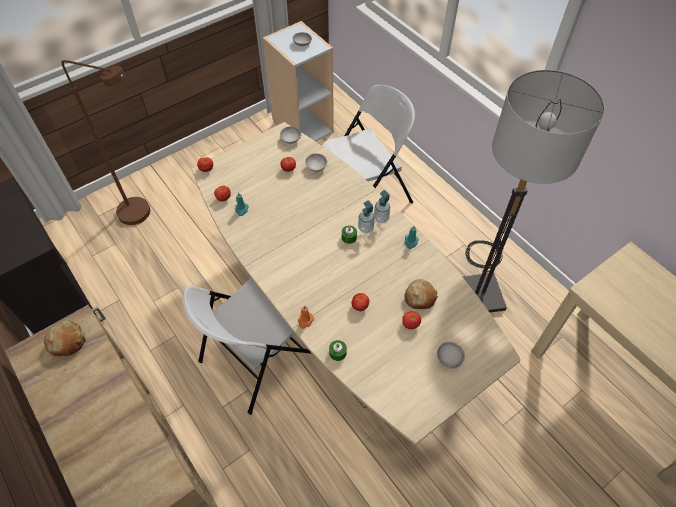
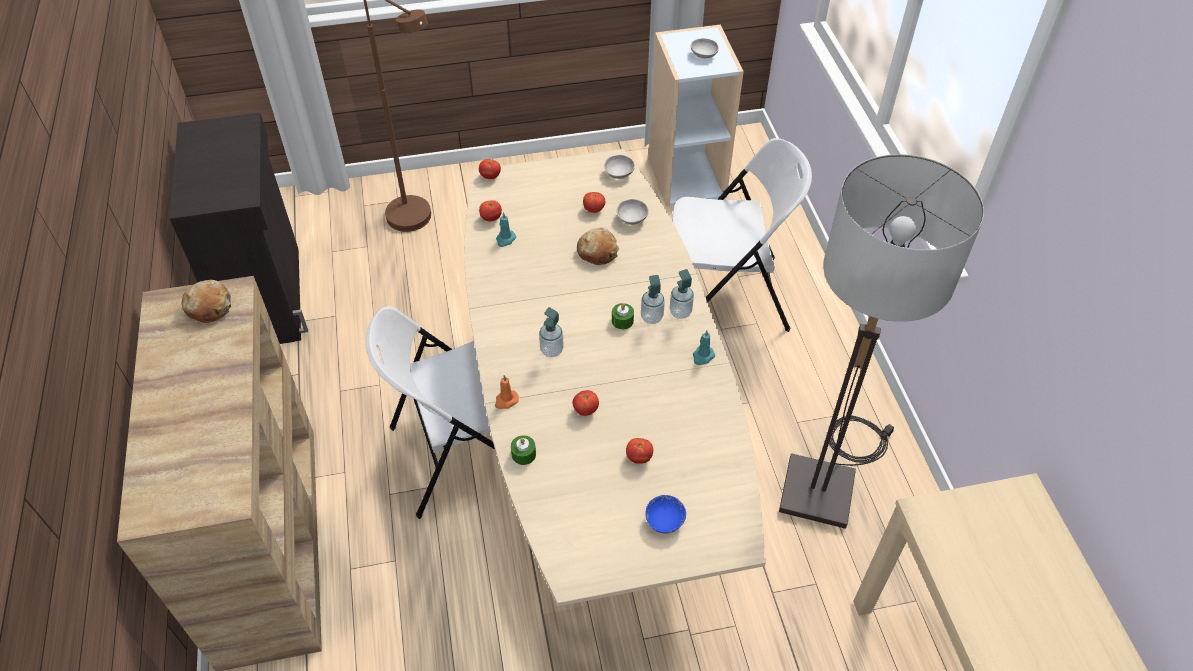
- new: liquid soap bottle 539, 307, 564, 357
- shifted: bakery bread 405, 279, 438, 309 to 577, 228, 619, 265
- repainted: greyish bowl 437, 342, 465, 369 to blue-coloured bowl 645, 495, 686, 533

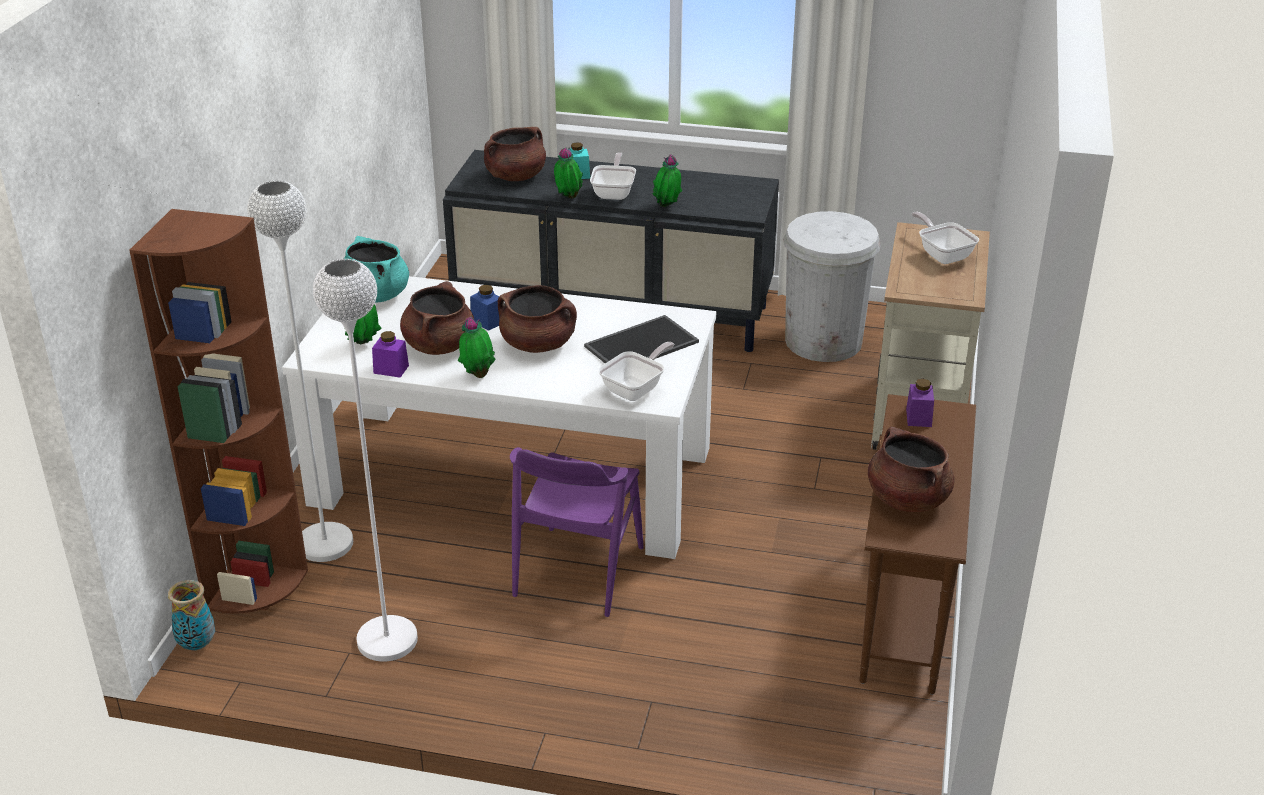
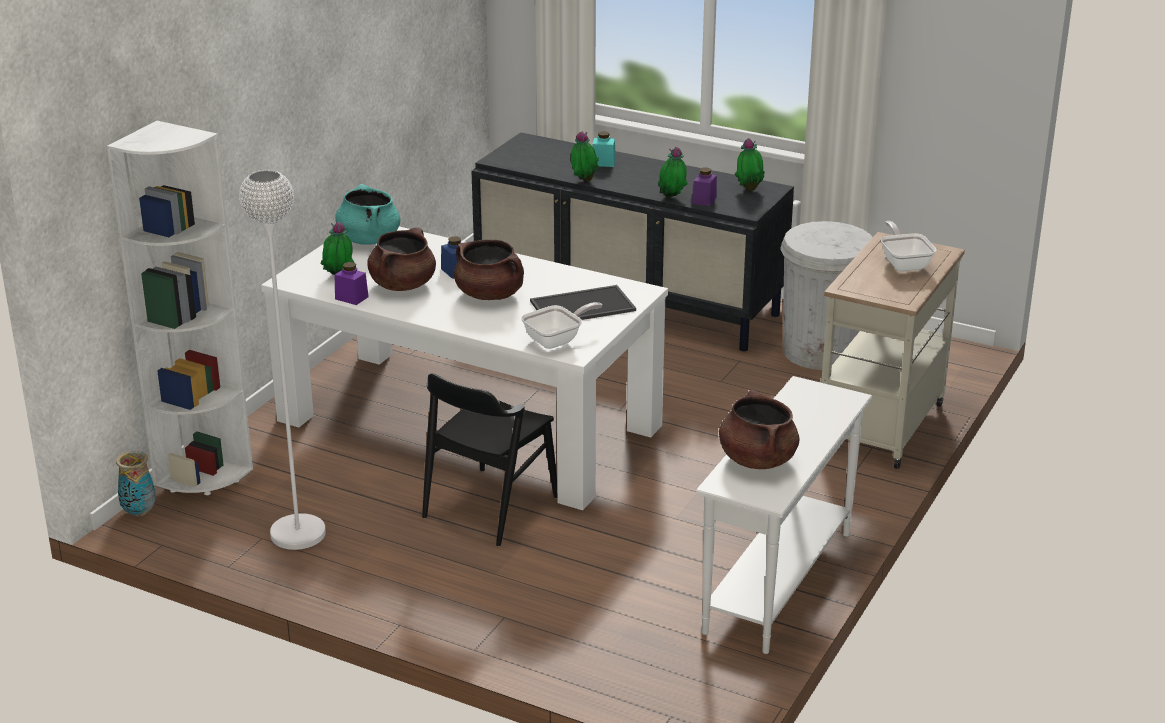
- gone: whitish standing lamp 247, 180, 353, 562
- gone: brown-coloured stockpot 484, 127, 546, 181
- gone: frying pan 590, 152, 636, 200
- shifted: plant in a pot 458, 317, 496, 378 to 735, 138, 765, 191
- shifted: purple-coloured storage jar 906, 379, 934, 427 to 692, 168, 717, 206
- repainted: brown-coloured shelving unit 129, 209, 308, 614 to whitish shelving unit 107, 121, 253, 495
- repainted: purple-coloured chair 510, 447, 644, 617 to blackish chair 422, 373, 557, 546
- repainted: brown-coloured narrow table 859, 394, 976, 695 to whitish narrow table 695, 376, 872, 654

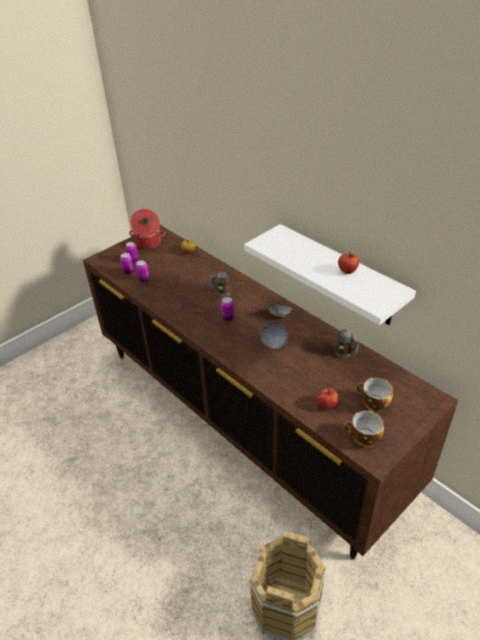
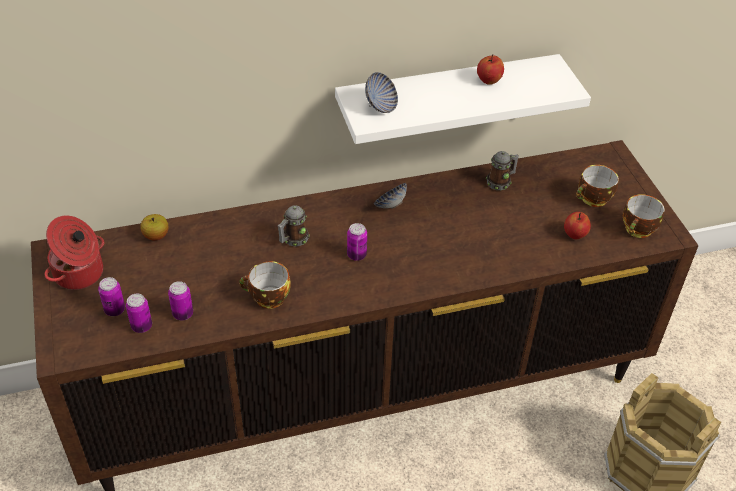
- new: cup 239, 261, 291, 309
- shifted: bowl 260, 322, 288, 349 to 365, 72, 398, 113

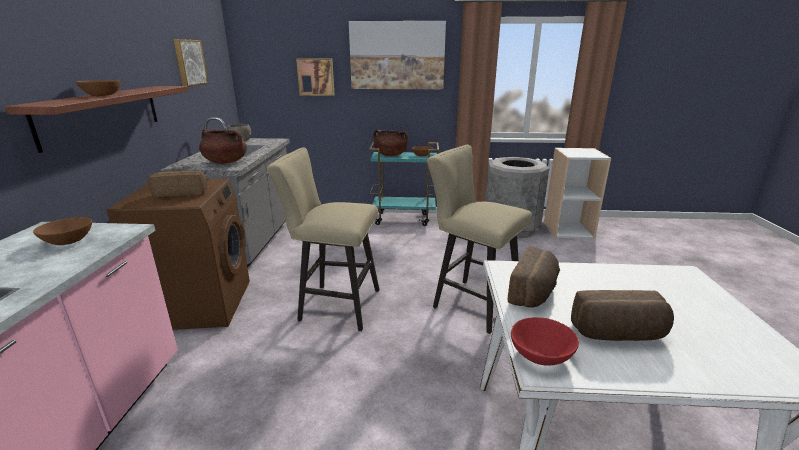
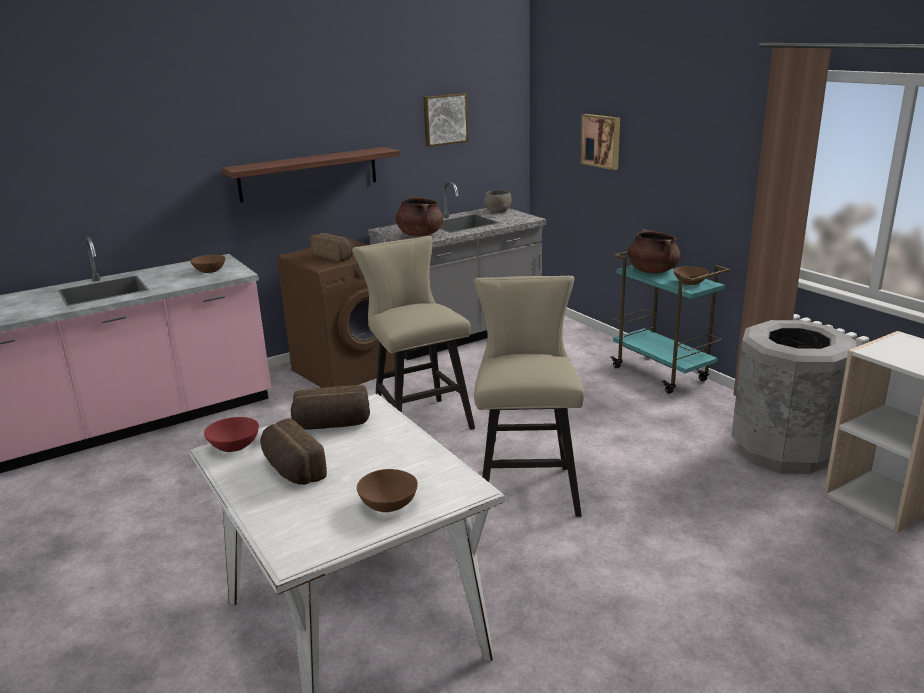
- gone: wall picture 349, 21, 446, 89
- shifted: brown-coloured bowl 76, 80, 120, 96 to 357, 469, 418, 512

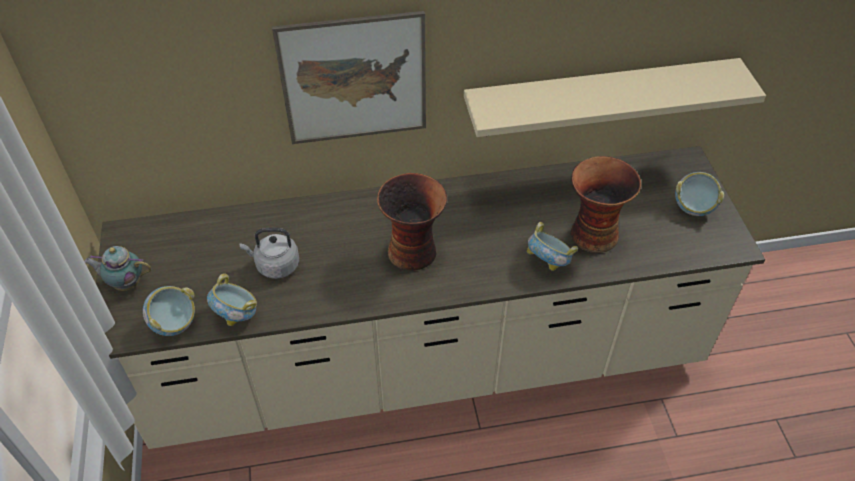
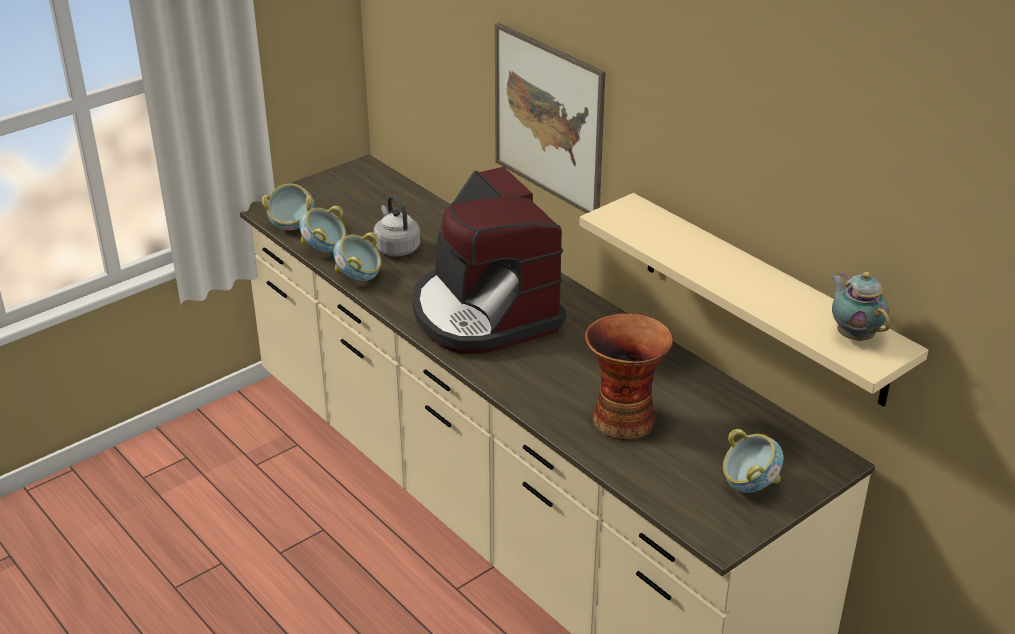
- shifted: teapot 84, 246, 151, 291 to 831, 272, 890, 341
- shifted: bowl 527, 222, 578, 271 to 333, 232, 381, 281
- swapped: flower vase 377, 173, 447, 270 to coffee maker 412, 167, 566, 354

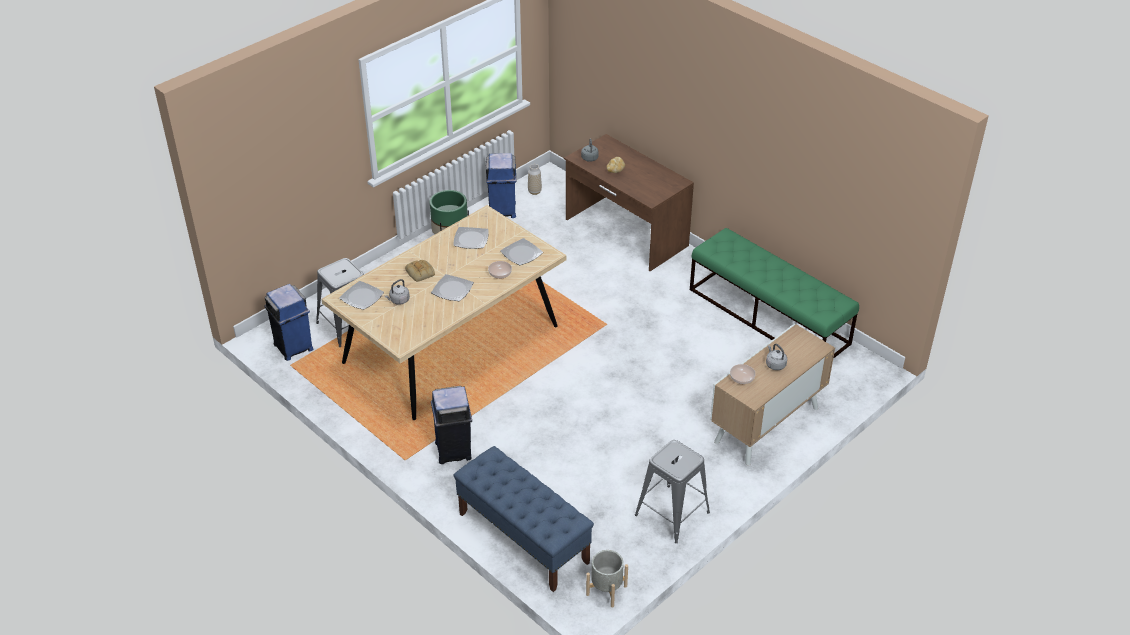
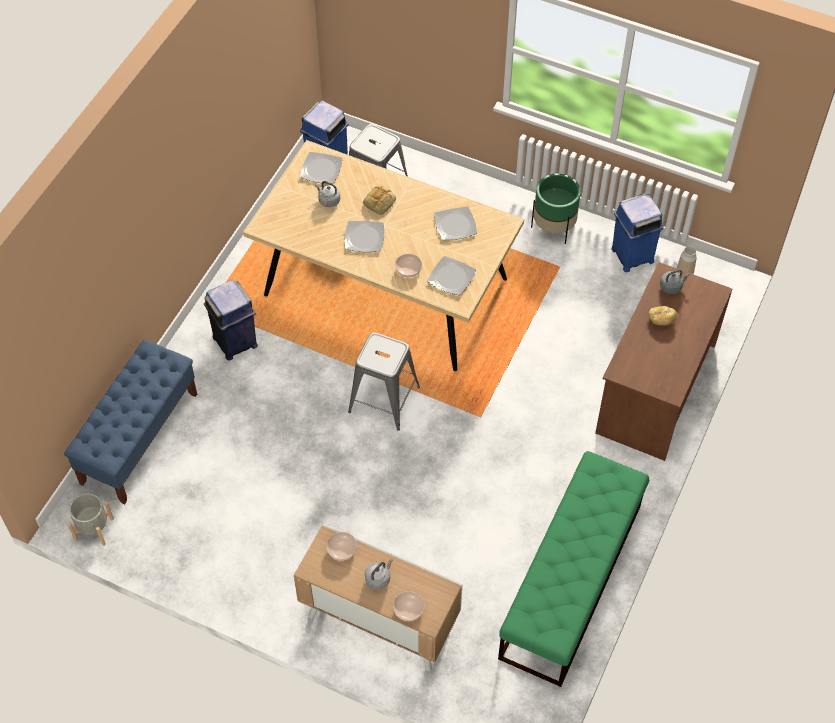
- new: bowl 393, 591, 425, 621
- shifted: greyish stool seat 635, 440, 710, 543 to 348, 333, 420, 431

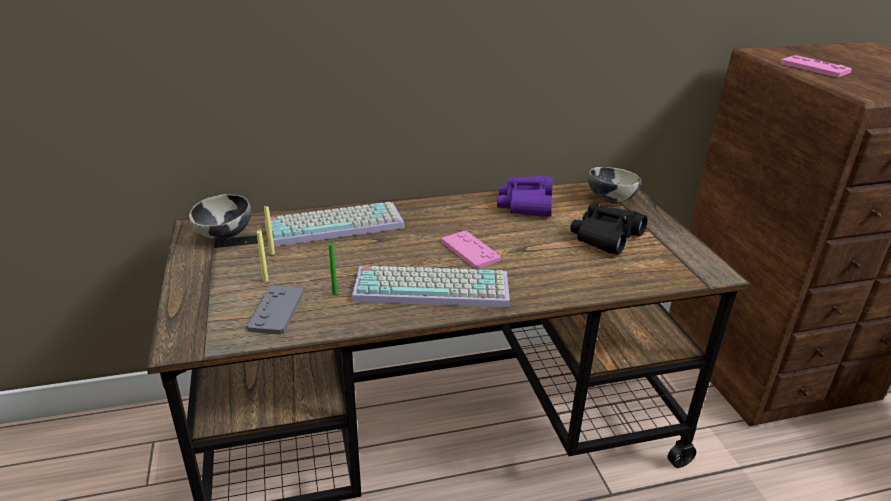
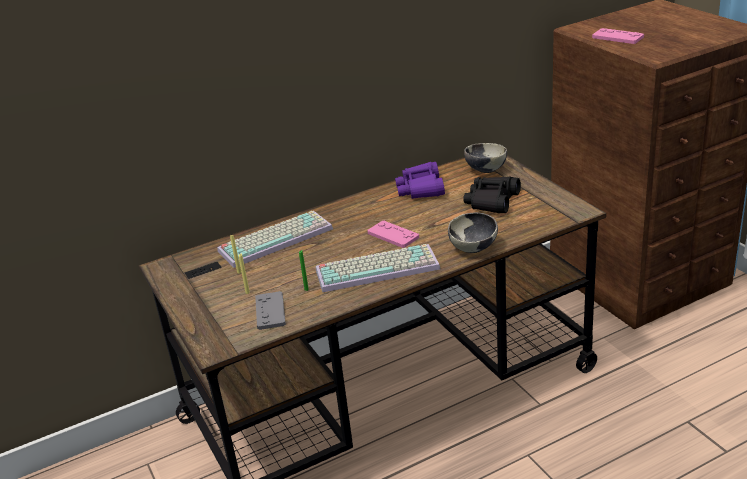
- shifted: bowl 189, 194, 251, 241 to 448, 212, 498, 253

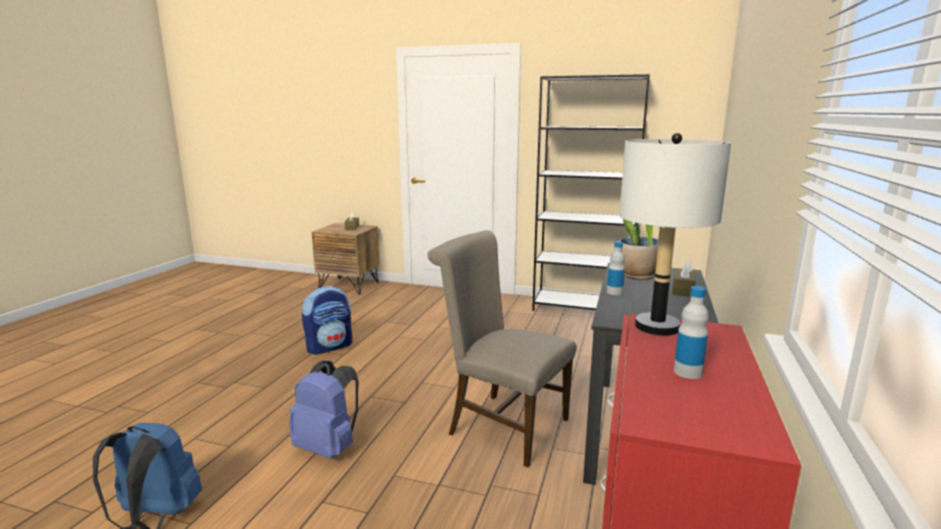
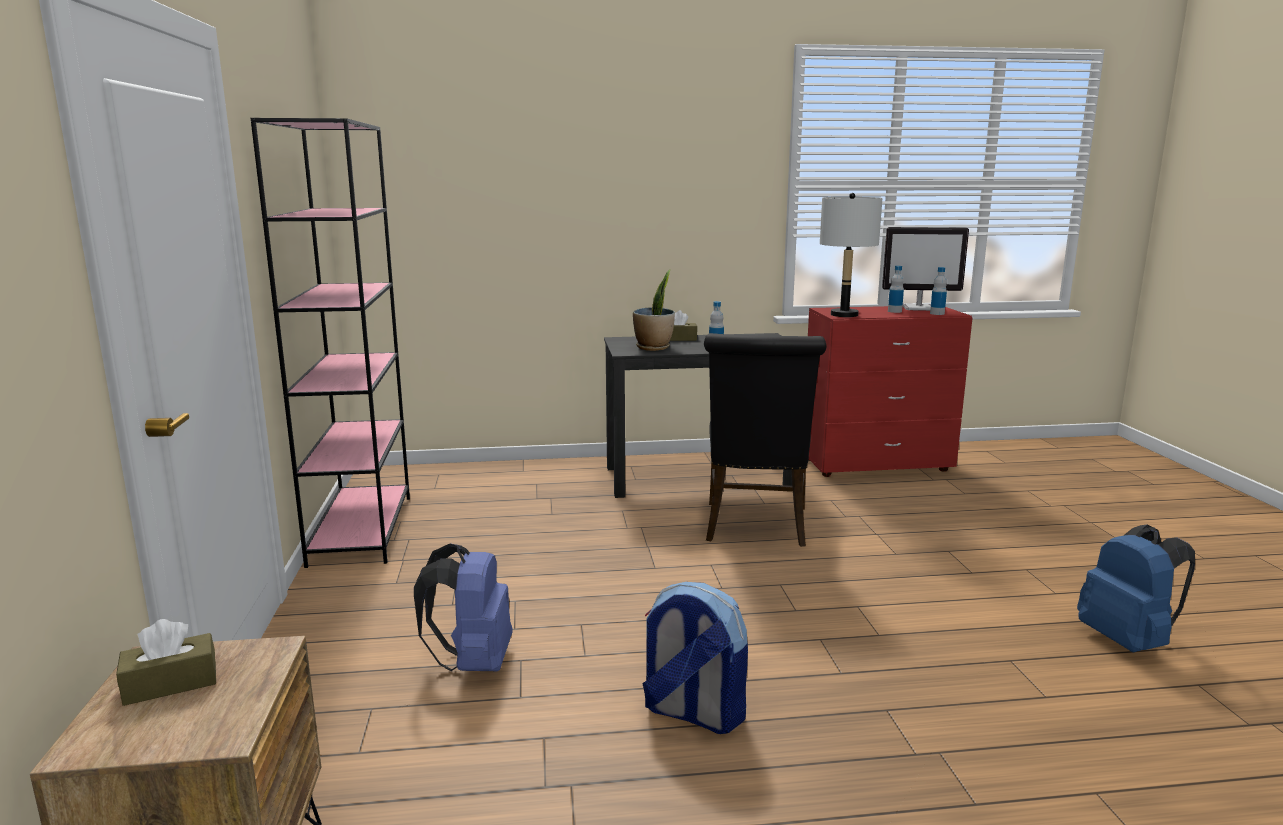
- new: monitor 882, 227, 969, 311
- new: bottle 930, 267, 947, 315
- shifted: blue-coloured rucksack 289, 361, 359, 459 to 414, 543, 512, 672
- repainted: beige chair 428, 230, 577, 467 to blackish chair 704, 333, 826, 547
- repainted: whitish shelving unit 532, 74, 650, 311 to pink shelving unit 251, 118, 410, 568

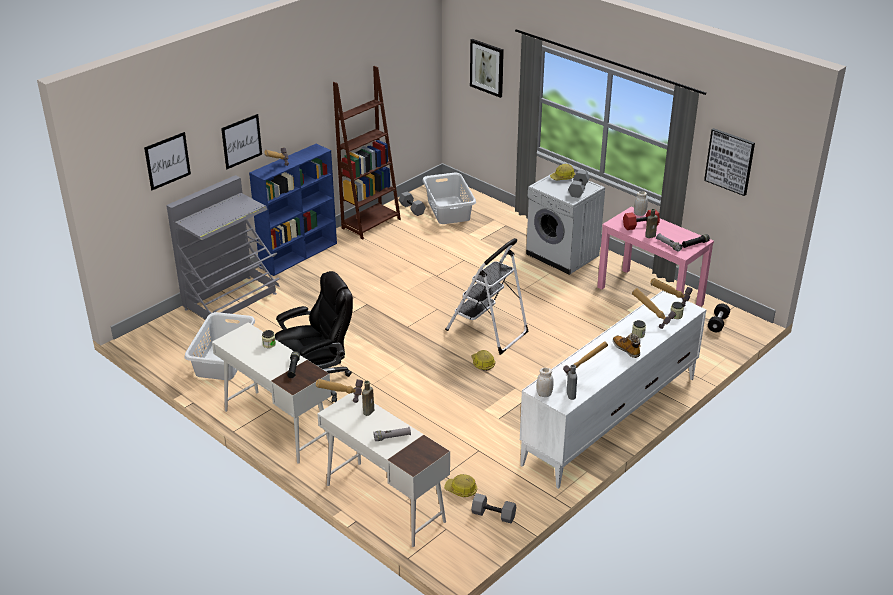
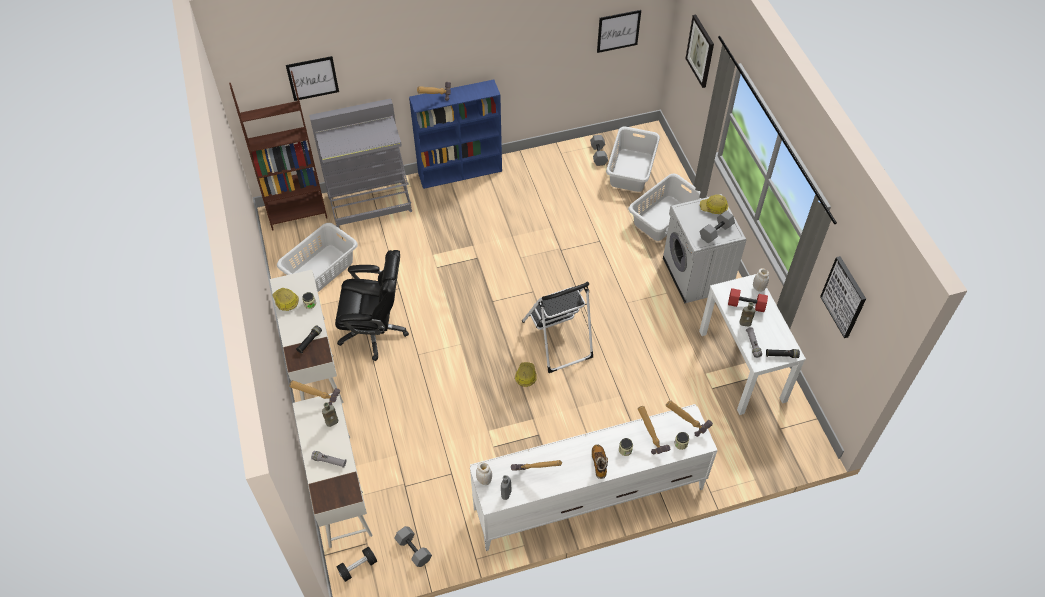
- new: greyish laundry basket 628, 174, 701, 241
- shifted: wall picture 221, 114, 262, 169 to 597, 10, 641, 53
- shifted: brown-coloured shelving unit 333, 66, 401, 239 to 229, 71, 327, 231
- shifted: hard hat 444, 474, 477, 497 to 272, 288, 299, 311
- shifted: blackish free weight 708, 303, 730, 332 to 336, 546, 377, 582
- repainted: pink narrow table 597, 206, 714, 307 to whitish narrow table 699, 274, 806, 415

